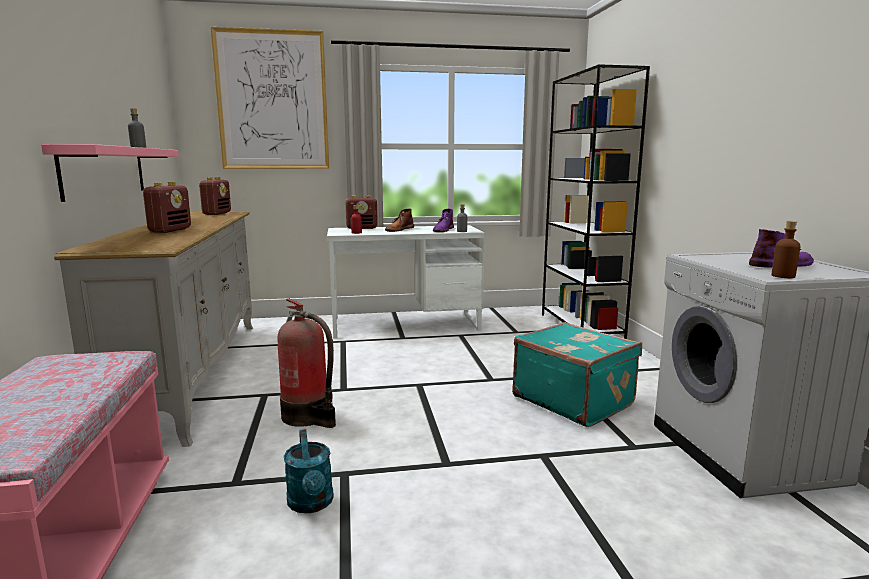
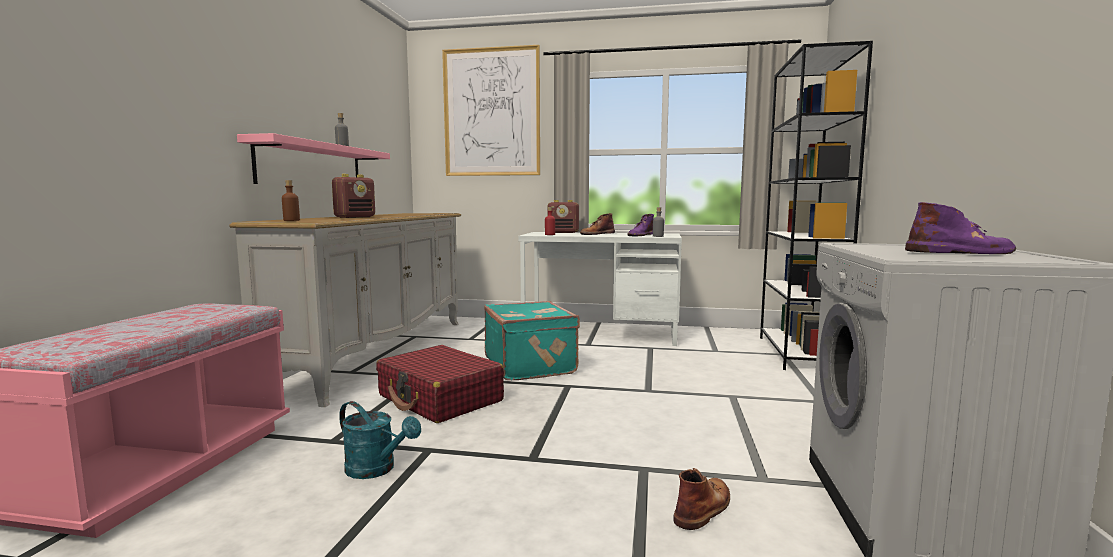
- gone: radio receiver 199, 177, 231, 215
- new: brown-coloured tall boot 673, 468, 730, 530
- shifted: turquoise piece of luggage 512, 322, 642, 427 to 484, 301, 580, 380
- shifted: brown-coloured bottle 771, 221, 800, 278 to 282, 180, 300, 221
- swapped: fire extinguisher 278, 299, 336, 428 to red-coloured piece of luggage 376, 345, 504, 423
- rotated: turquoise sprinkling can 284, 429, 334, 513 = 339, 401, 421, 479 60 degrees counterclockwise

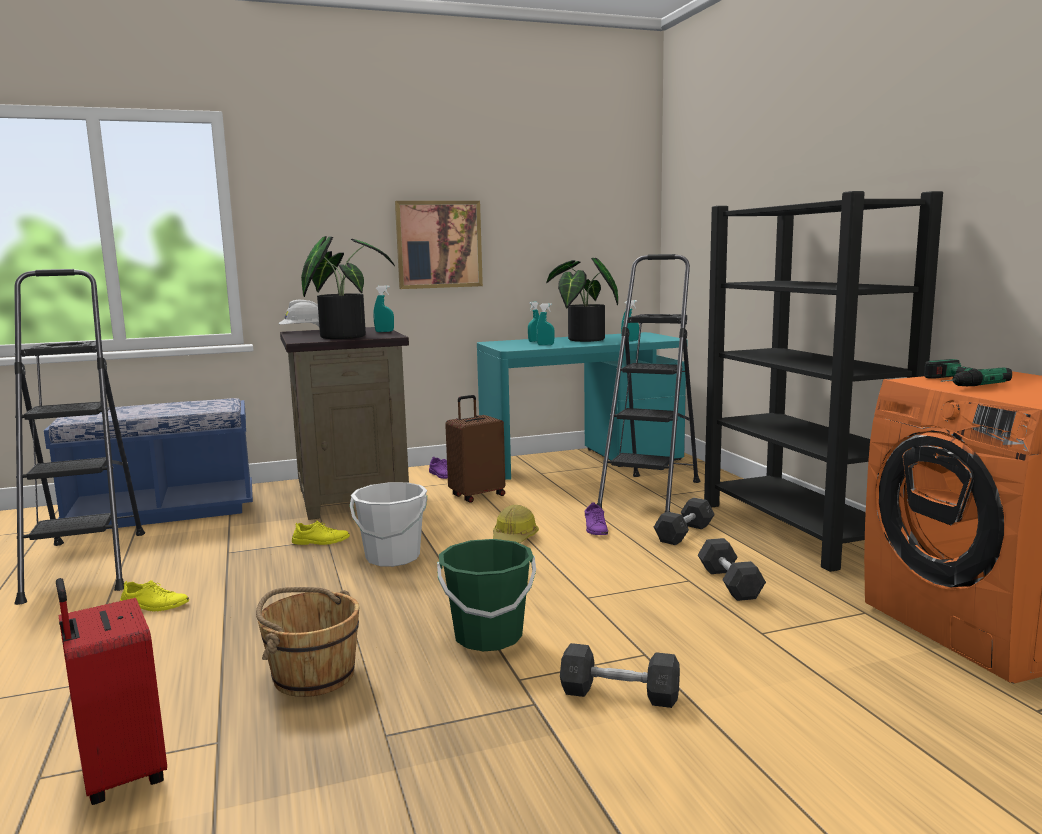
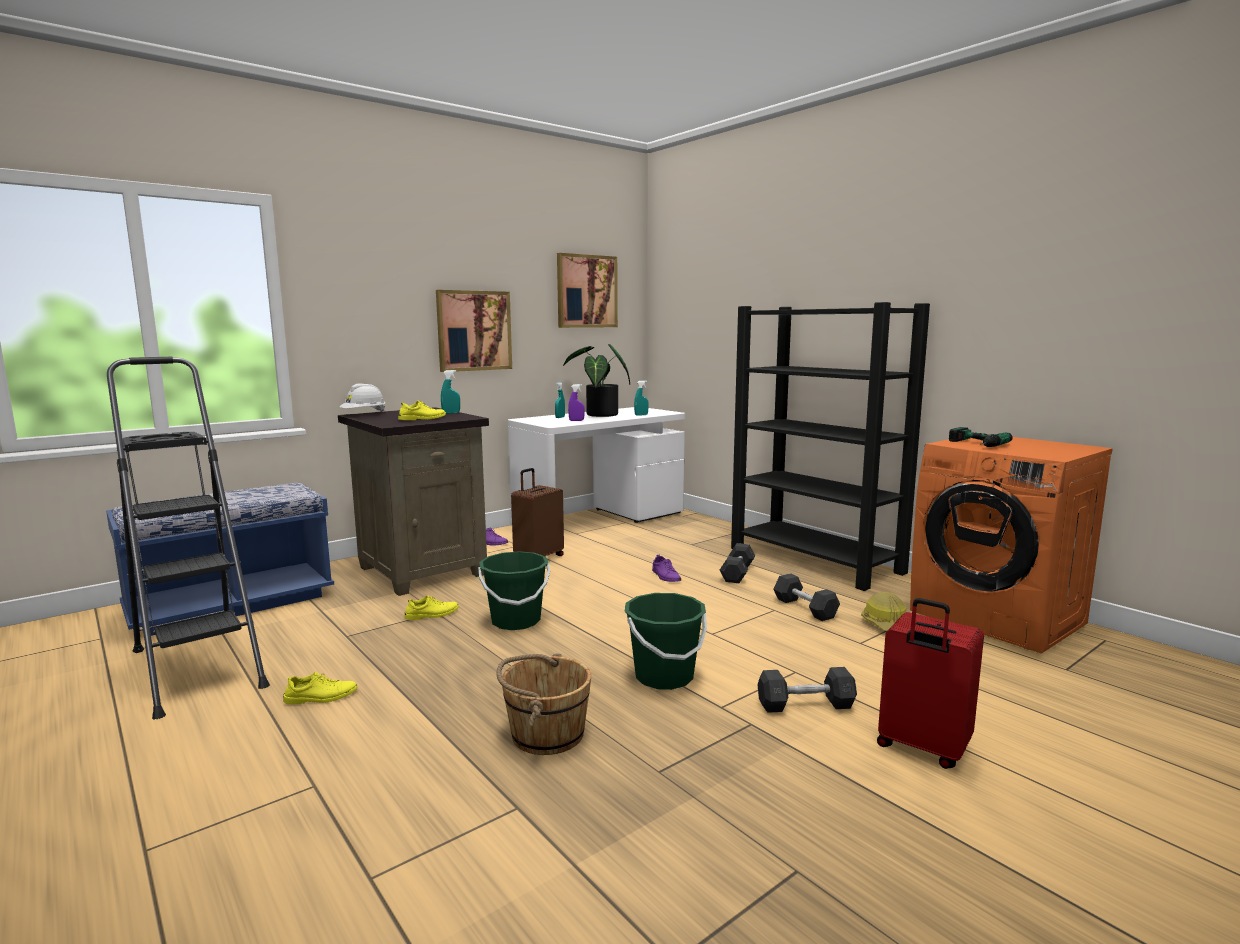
- gone: step ladder 597, 254, 701, 513
- new: wall picture 557, 253, 618, 328
- shifted: red-coloured piece of luggage 56, 578, 167, 805 to 877, 598, 984, 769
- shifted: hard hat 493, 505, 539, 543 to 861, 592, 906, 631
- swapped: plant in a pot 301, 236, 395, 339 to yellow item of footwear 398, 401, 446, 420
- repainted: whitish pail 350, 482, 427, 567 to green pail 478, 551, 550, 630
- repainted: turquoise desk table 477, 332, 688, 480 to whitish desk table 508, 407, 685, 525
- repainted: turquoise hand sprayer 536, 303, 555, 345 to purple-coloured hand sprayer 568, 384, 585, 421

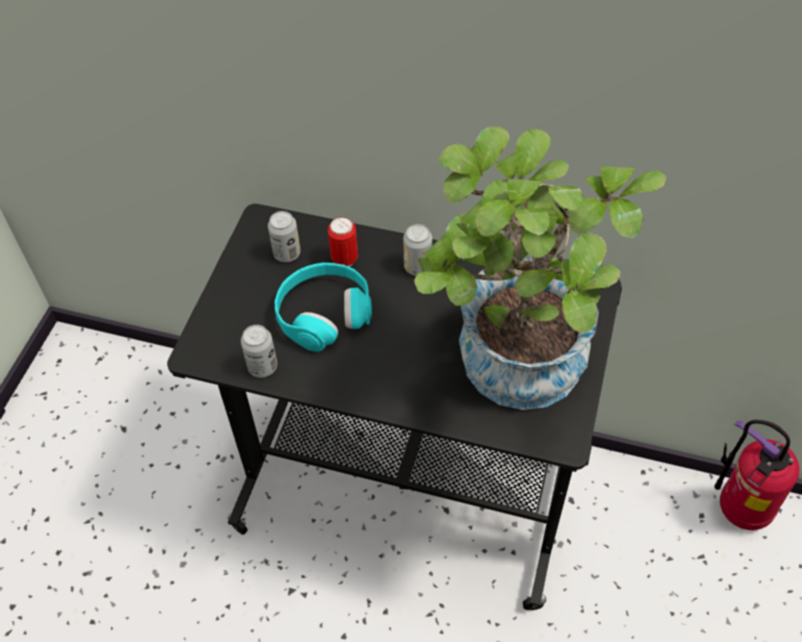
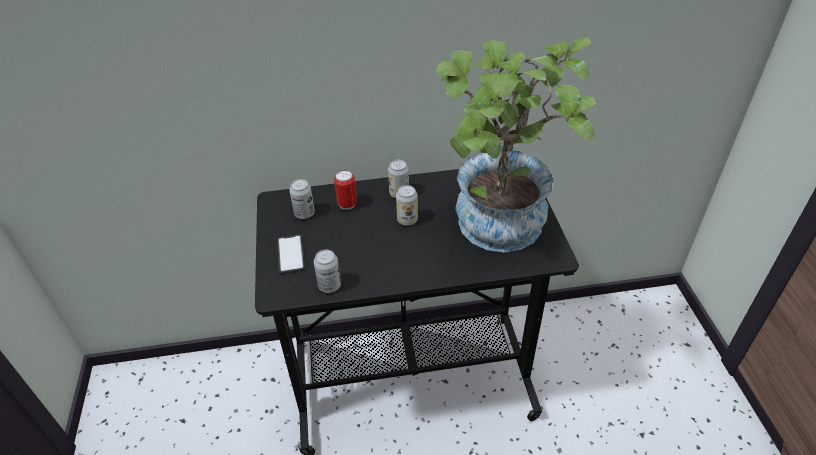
- gone: turquoise headset 274, 263, 372, 352
- gone: fire extinguisher 714, 420, 799, 530
- new: handset 277, 234, 305, 274
- new: can 396, 185, 418, 226

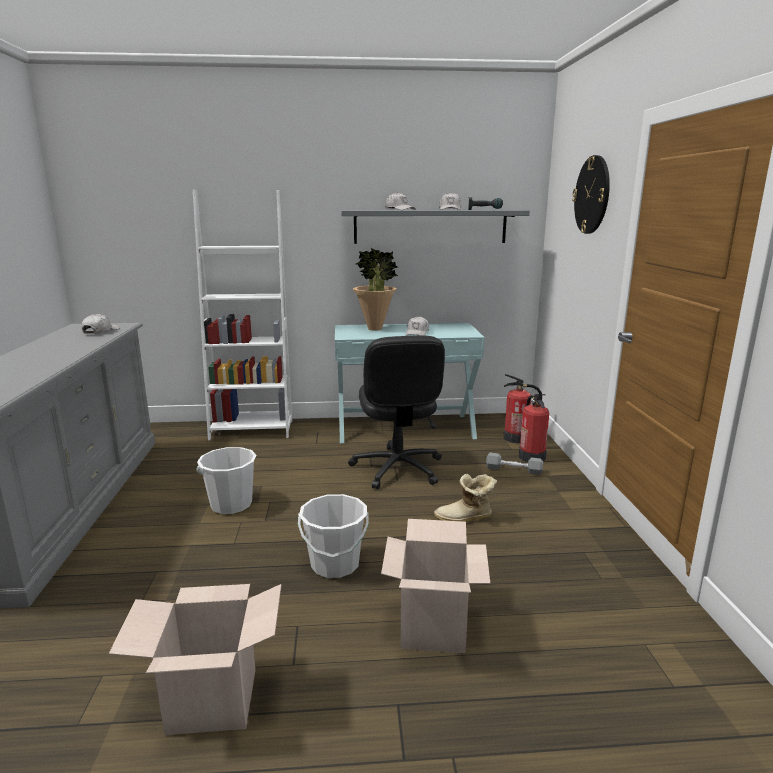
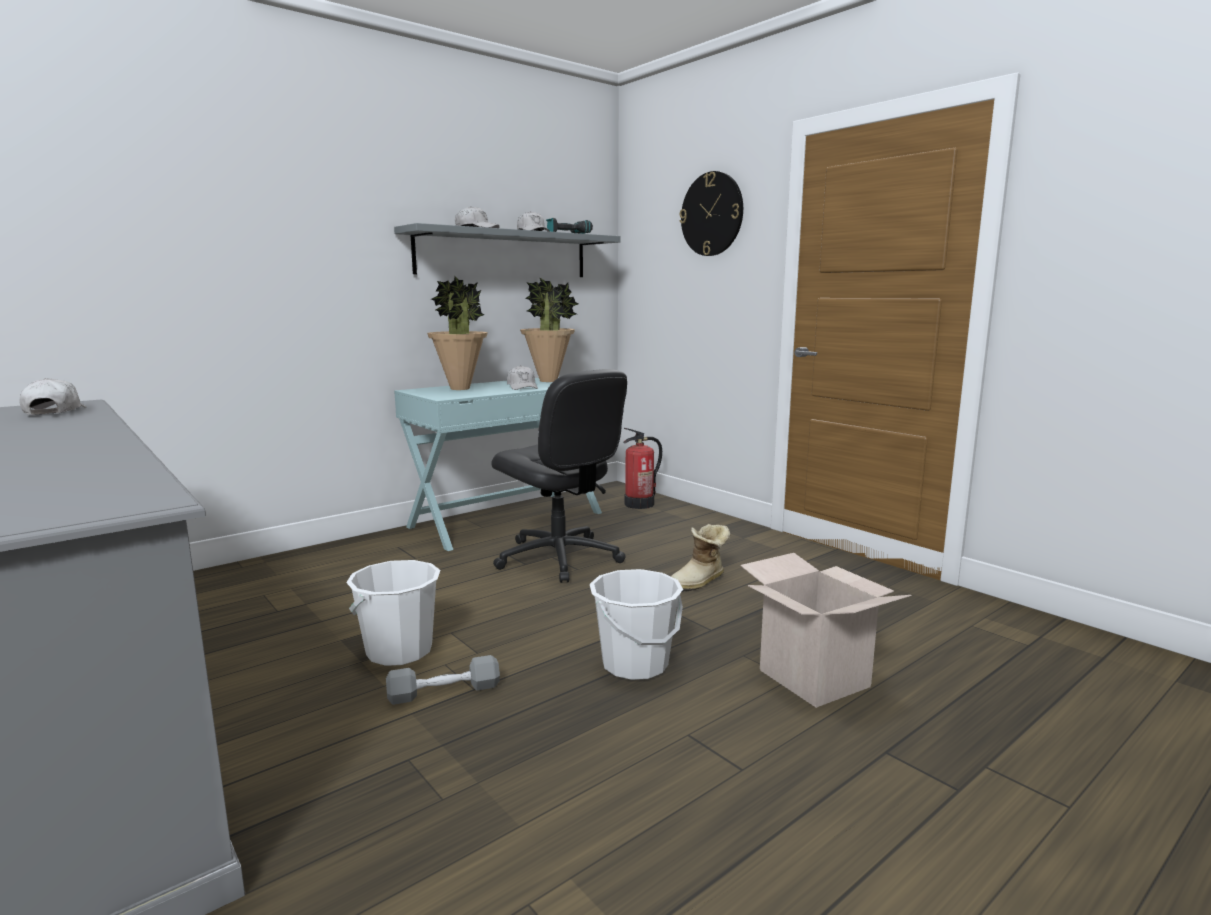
- gone: cardboard box 109, 584, 281, 735
- gone: whitish shelving unit 193, 190, 292, 440
- gone: fire extinguisher 519, 394, 549, 462
- new: plant in a pot 520, 277, 579, 382
- shifted: greyish free weight 486, 453, 543, 475 to 386, 655, 500, 705

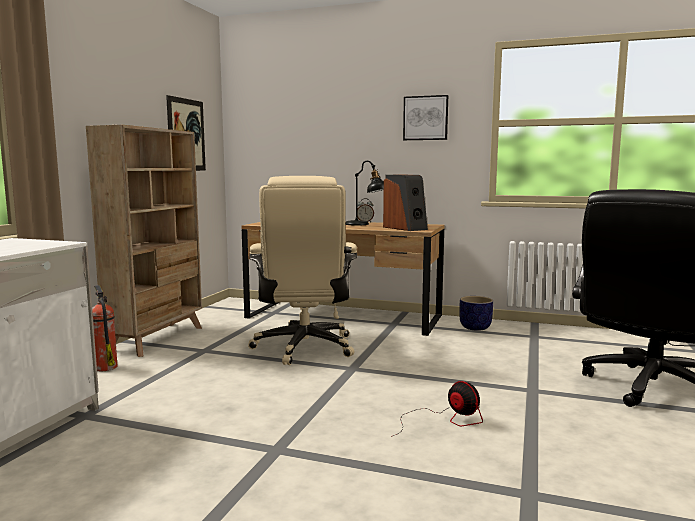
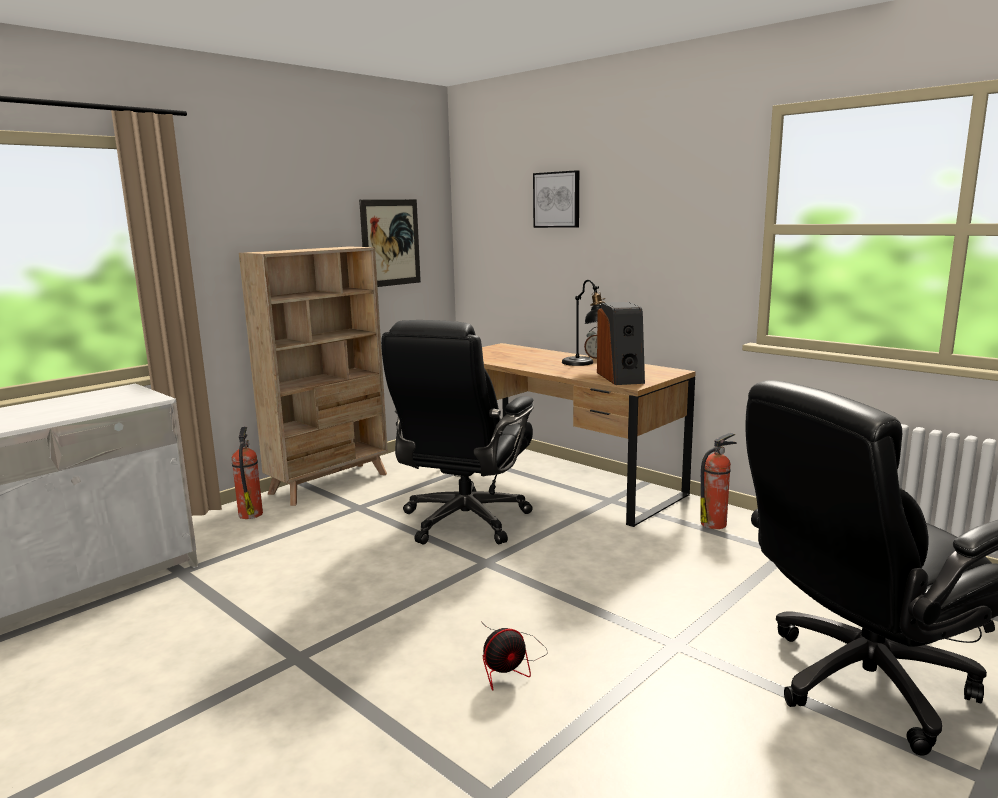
- shifted: wall picture 403, 95, 448, 140 to 533, 170, 579, 228
- swapped: planter 459, 296, 493, 331 to fire extinguisher 700, 433, 737, 529
- repainted: beige computer chair 248, 176, 357, 365 to blackish computer chair 381, 320, 534, 544
- rotated: fan 391, 381, 483, 437 = 483, 626, 548, 691 75 degrees clockwise

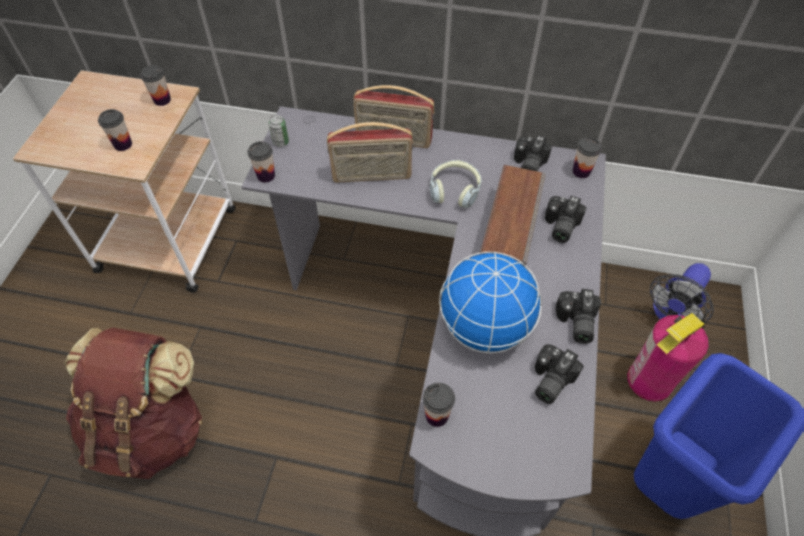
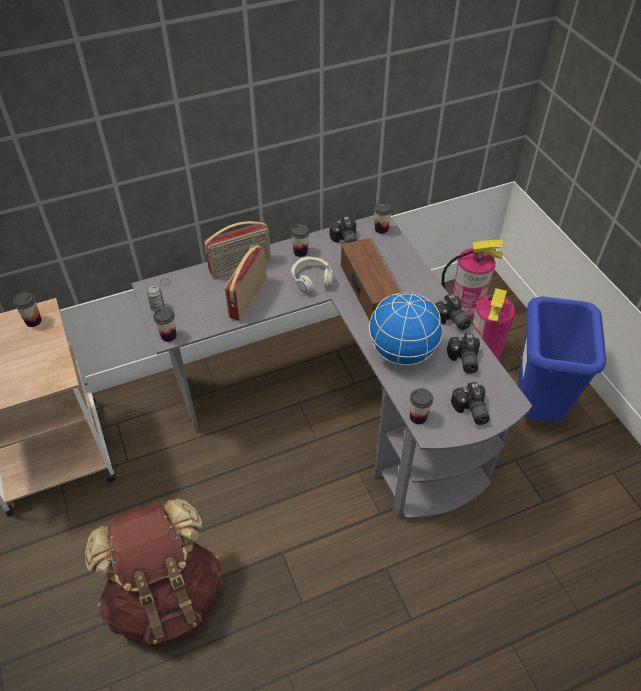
- shifted: cup 98, 109, 132, 151 to 291, 224, 310, 257
- shifted: photo camera 545, 196, 586, 243 to 451, 382, 490, 425
- swapped: fan 650, 263, 714, 322 to fire extinguisher 442, 240, 504, 319
- rotated: radio receiver 327, 122, 413, 183 = 225, 245, 267, 321 150 degrees clockwise

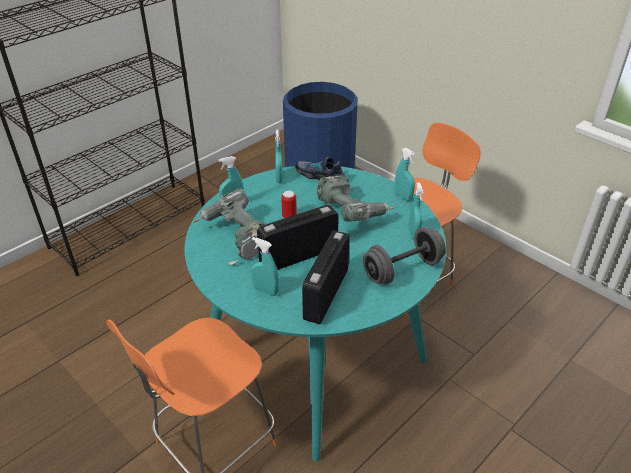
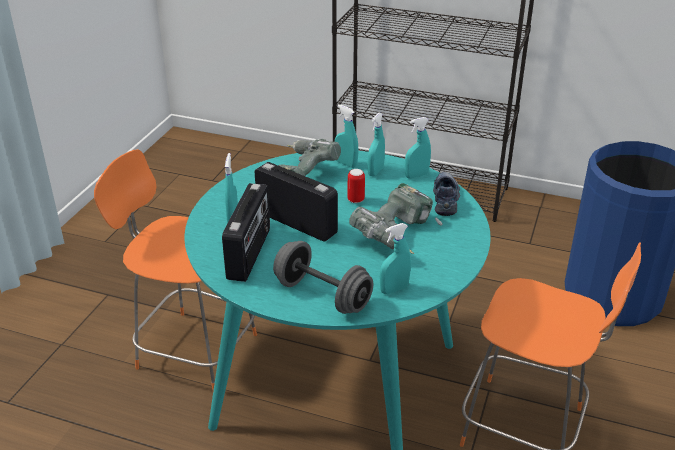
- shifted: turquoise hand sprayer 394, 148, 416, 202 to 368, 113, 385, 176
- rotated: radio receiver 302, 230, 350, 324 = 222, 183, 270, 282 105 degrees clockwise

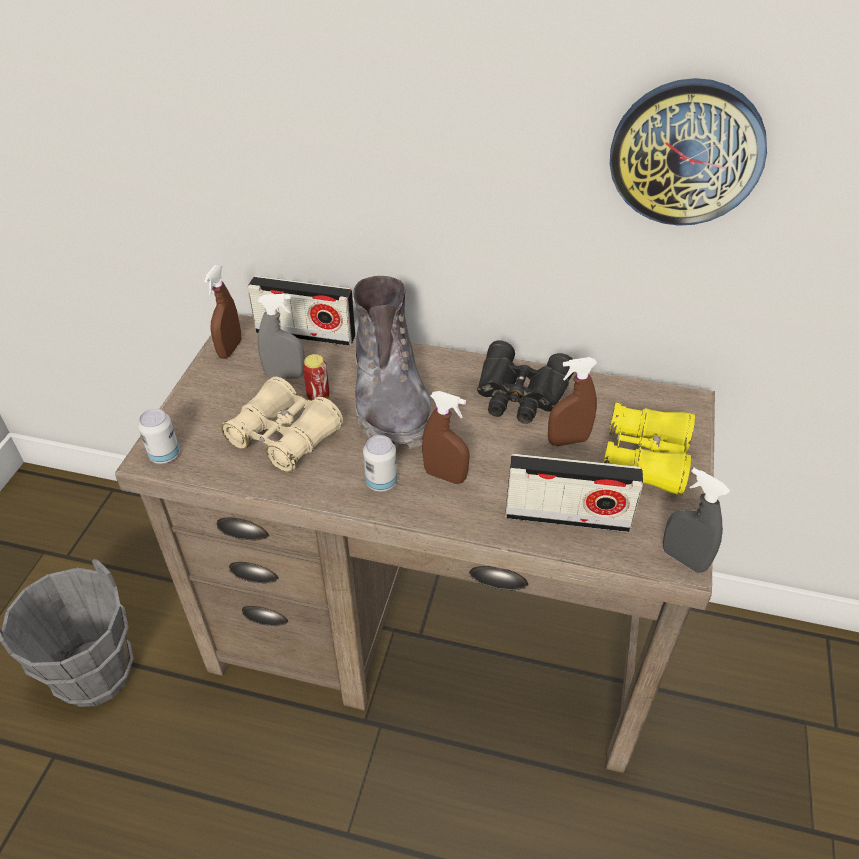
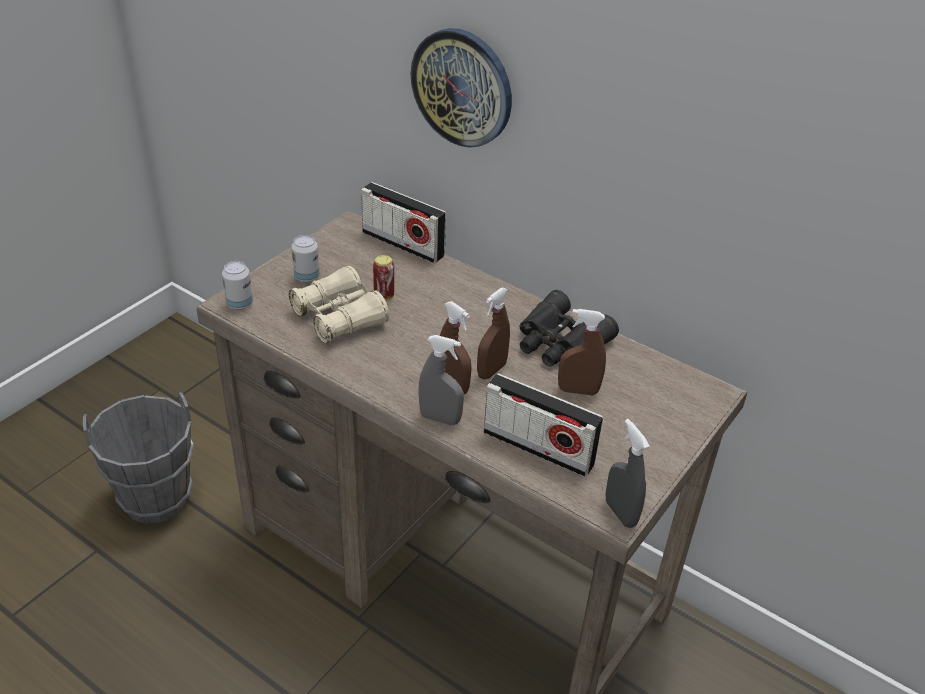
- gone: greyish tall boot 353, 276, 431, 450
- gone: yellow field glasses 603, 402, 695, 495
- shifted: brown-coloured hand sprayer 203, 265, 241, 359 to 477, 287, 510, 380
- shifted: greyish hand sprayer 258, 294, 305, 379 to 418, 335, 464, 425
- shifted: can 363, 435, 397, 492 to 292, 235, 320, 283
- shifted: hanging clock 610, 78, 767, 226 to 411, 28, 512, 147

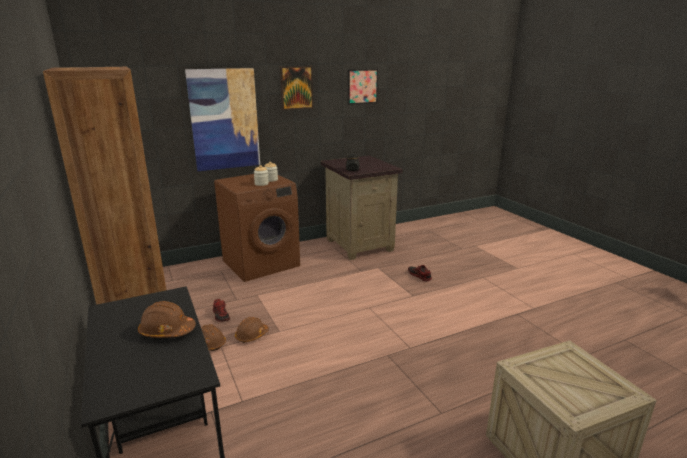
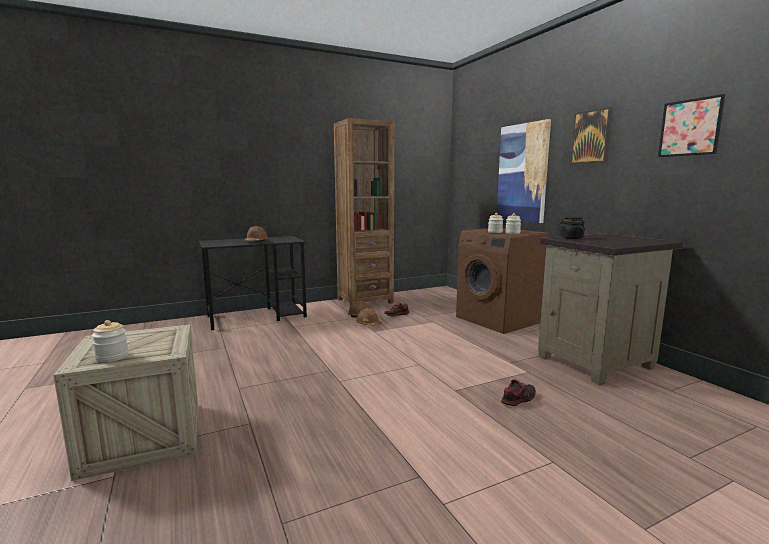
- new: storage jar 92, 320, 128, 362

